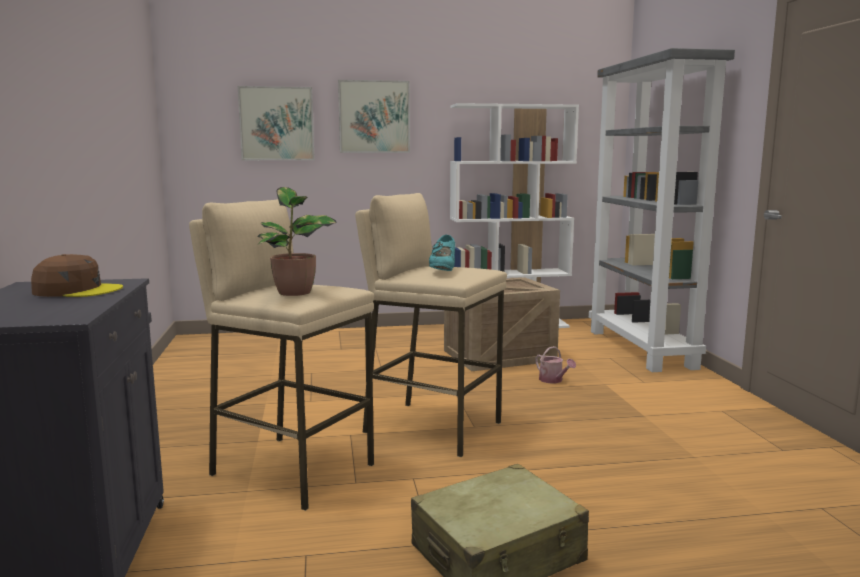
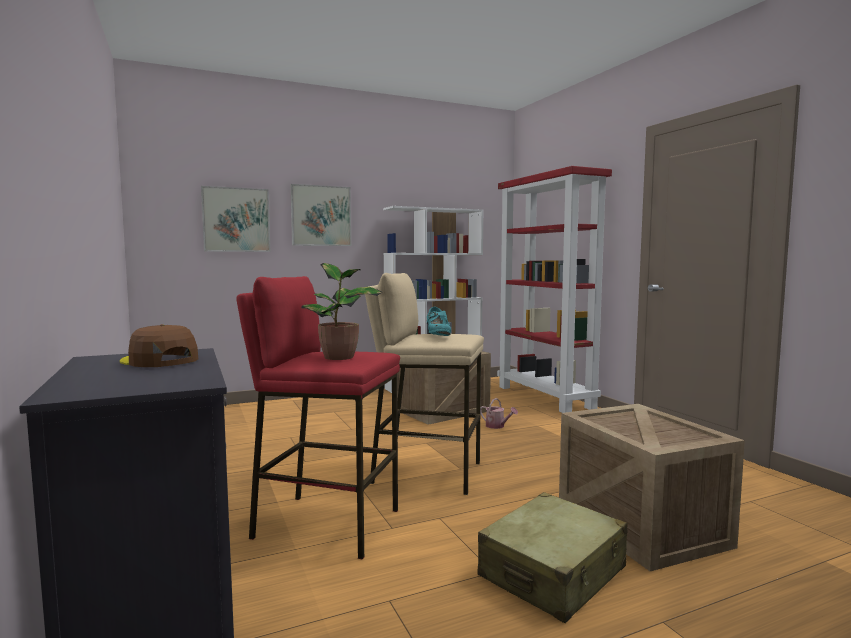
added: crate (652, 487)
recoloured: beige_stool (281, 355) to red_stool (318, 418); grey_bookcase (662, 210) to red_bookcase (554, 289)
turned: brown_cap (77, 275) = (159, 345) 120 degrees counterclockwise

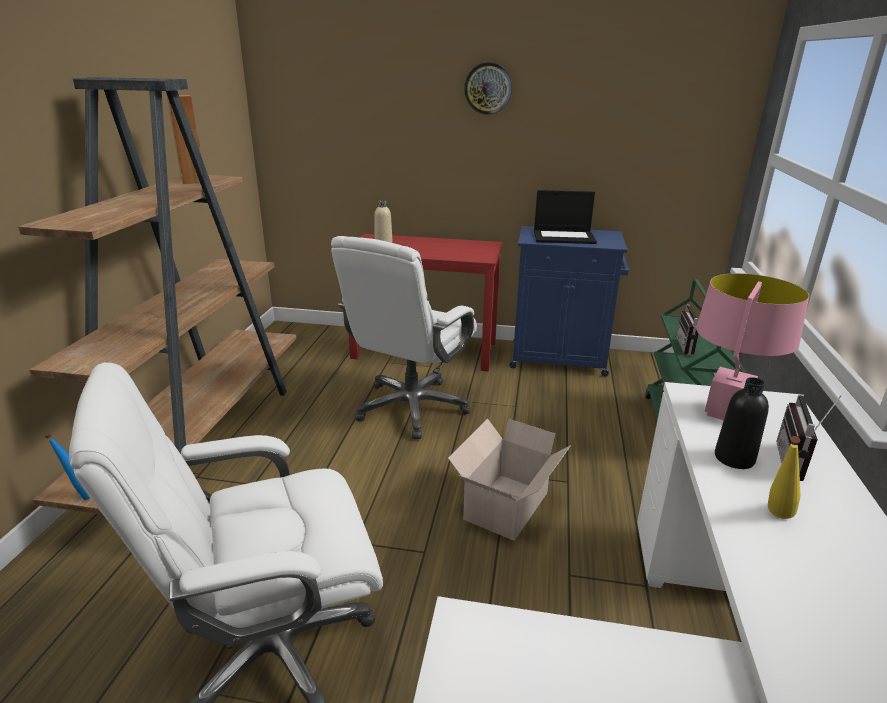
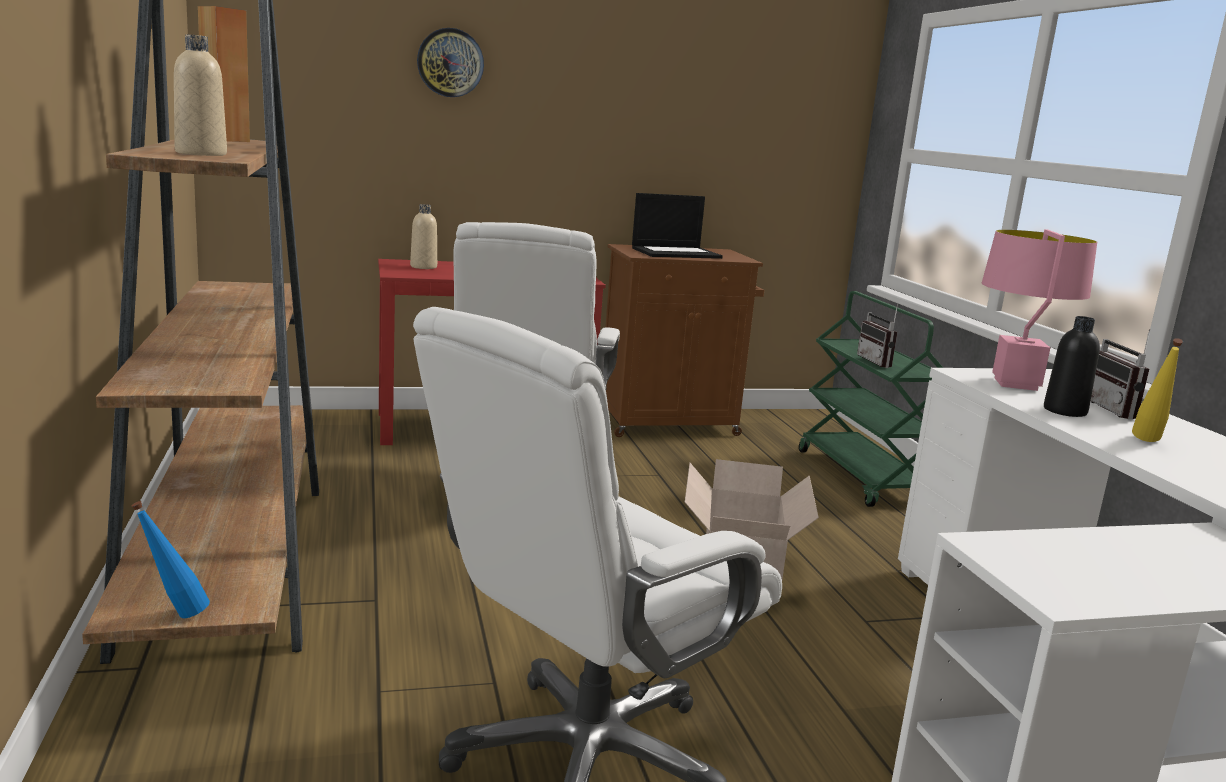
added: beige_bottle (200, 95)
moved: wall_clock (488, 88) to (450, 62)
recoloured: blue_cabinet (569, 301) to brown_cabinet (684, 340)

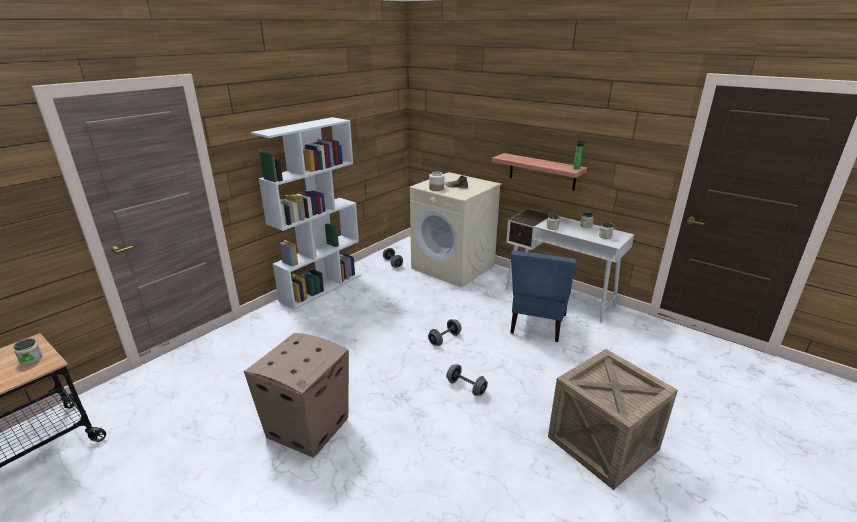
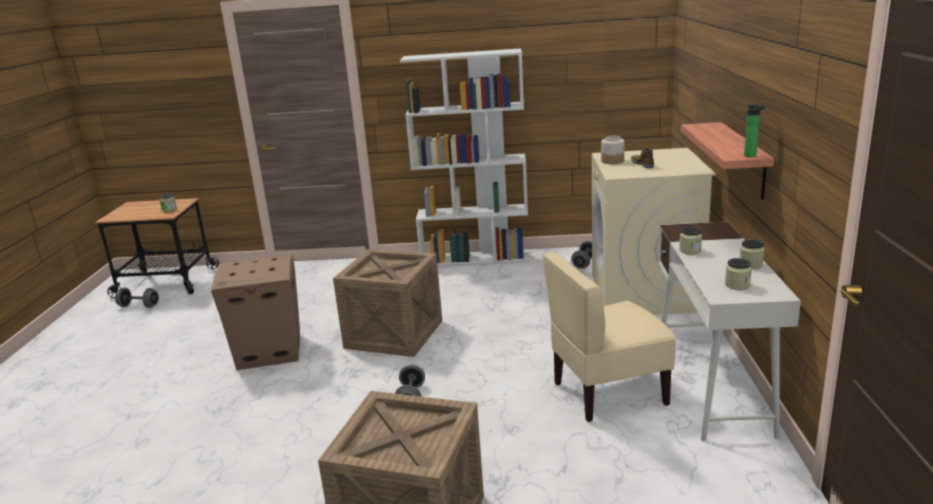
added: crate (387, 303)
moved: grey_dumbbell (445, 332) to (137, 298)
recoloured: blue_chair (544, 296) to beige_chair (609, 336)

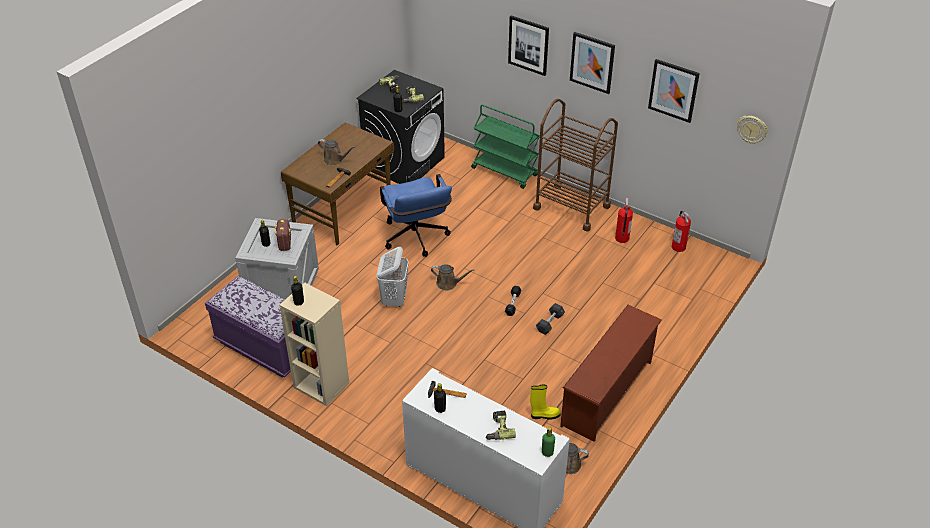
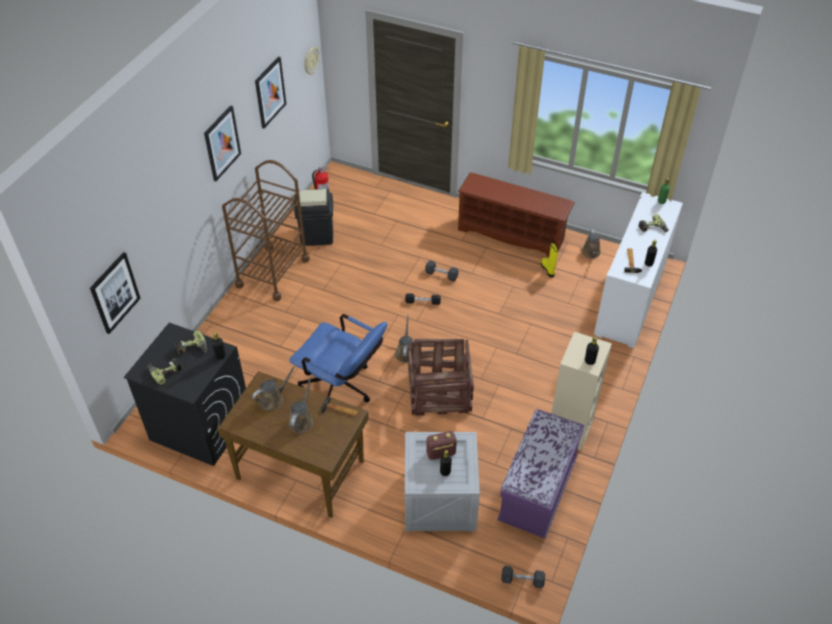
removed: green_cart (505, 146)
added: brown_watering_can (274, 387); grey_dumbbell (523, 577)
moved: picture (528, 45) to (115, 293)
replaced: white_laundry_basket (392, 277) to crate (441, 377); fire_extinguisher (624, 220) to black_trash_can (314, 217)
turned: blue_office_chair (416, 215) = (338, 358) 60 degrees clockwise

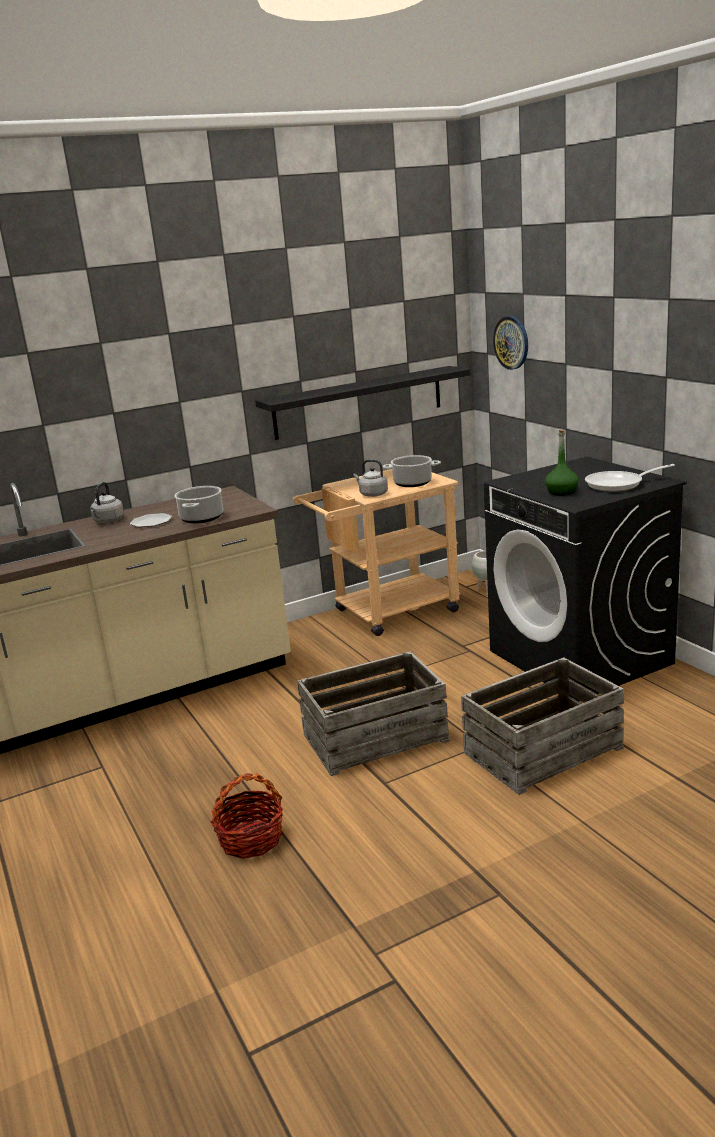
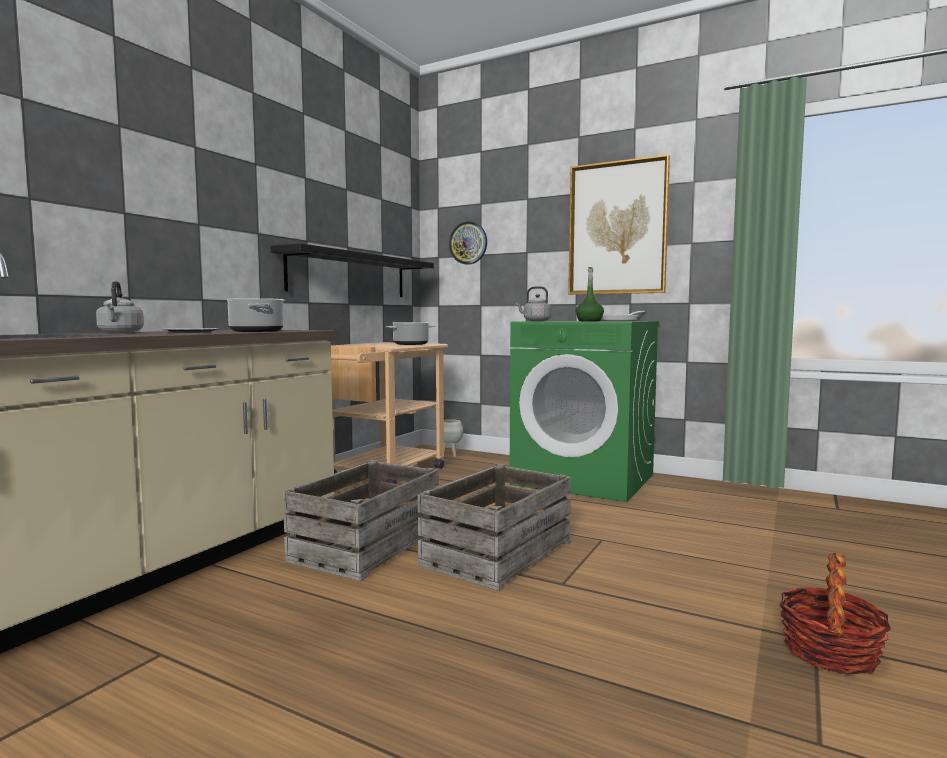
added: picture (619, 224)
moved: basket (246, 816) to (835, 613); grey_kettle (370, 478) to (533, 303); crate (542, 726) to (361, 520)
recoloured: black_washing_machine (585, 579) to green_washing_machine (584, 411)

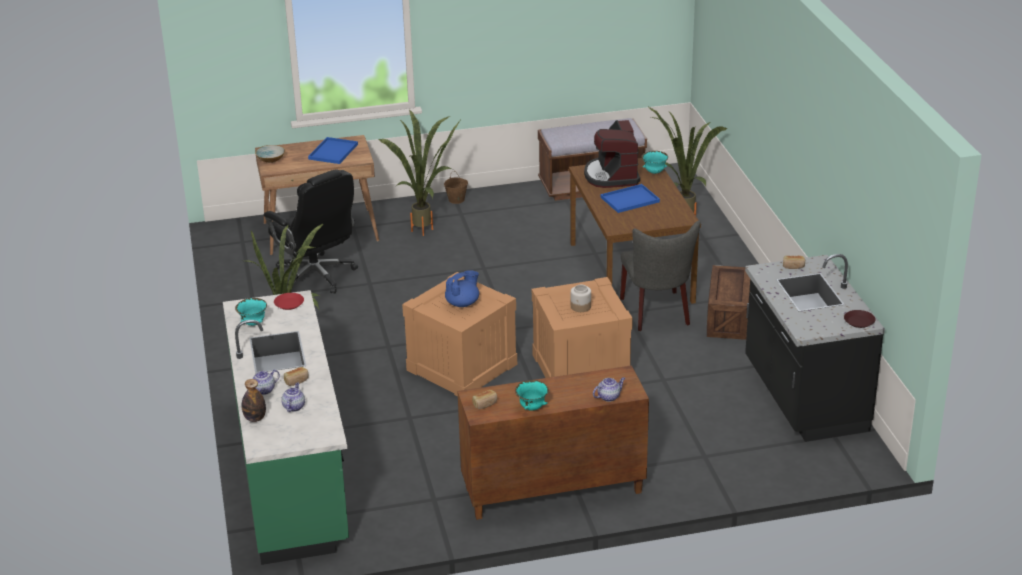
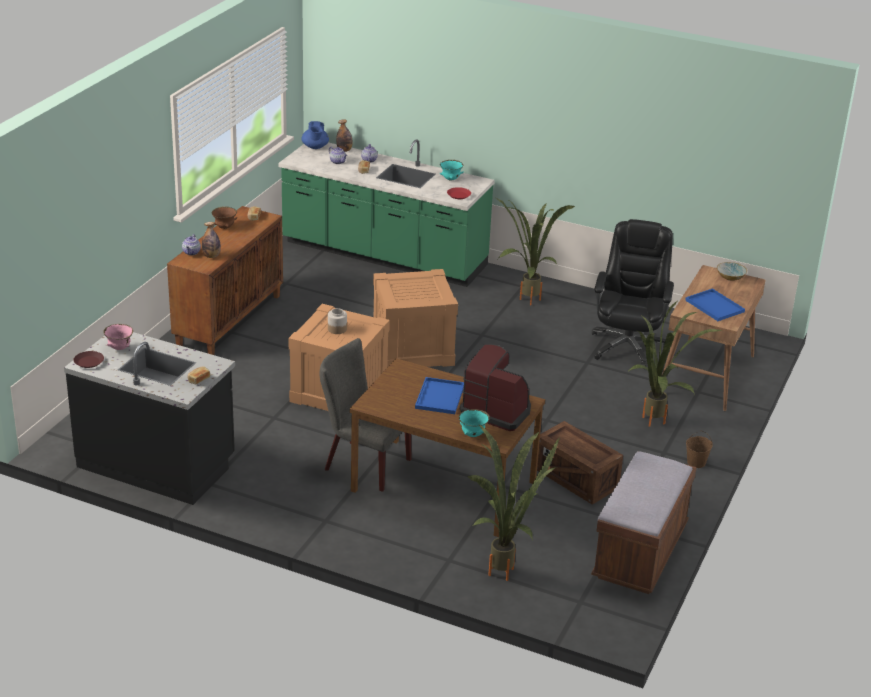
added: pink_bowl (118, 337); bottle (211, 240)
moved: blue_teapot (462, 289) to (315, 135); crate (728, 302) to (580, 463)
recoloured: turquoise_bowl (532, 395) to brown_bowl (224, 217)
turned: black_office_chair (311, 231) = (633, 292) 105 degrees clockwise

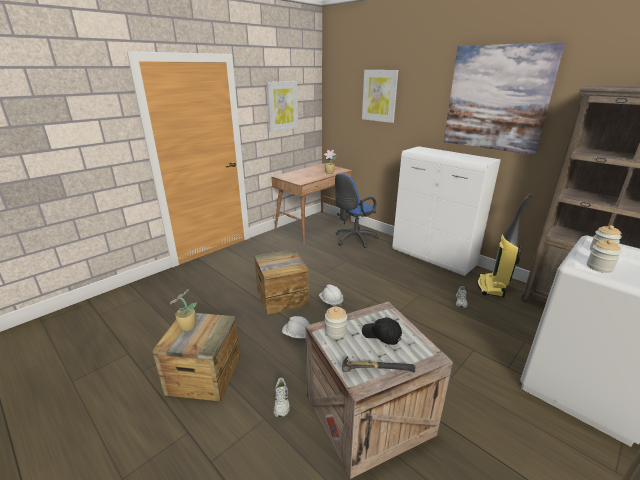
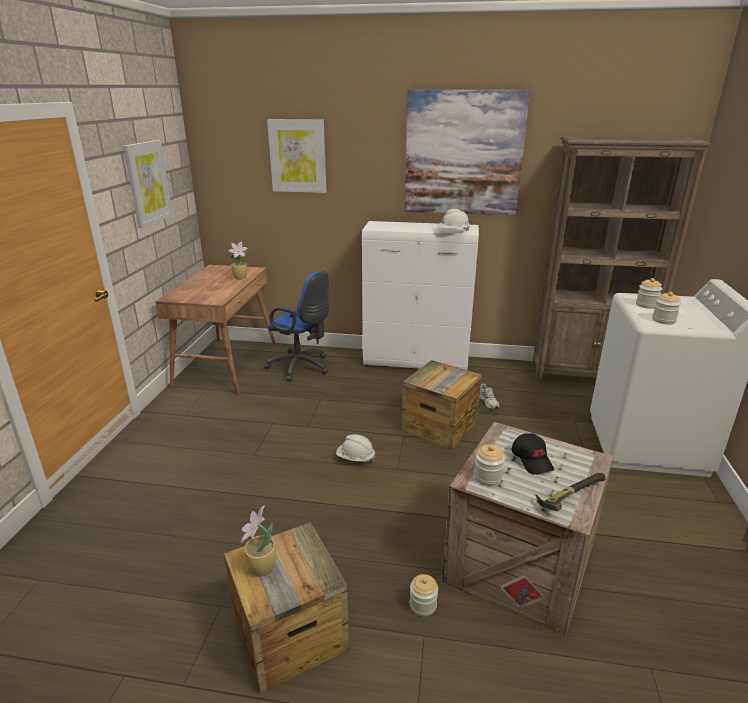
removed: vacuum_cleaner (505, 245)
moved: crate (281, 282) to (442, 405); white_hard_hat (296, 327) to (453, 220)
replaced: white_shoe (282, 397) to jar (424, 595)
turned: blue_office_chair (356, 210) = (296, 326) 75 degrees counterclockwise; black_cap (382, 331) = (533, 454) 105 degrees counterclockwise

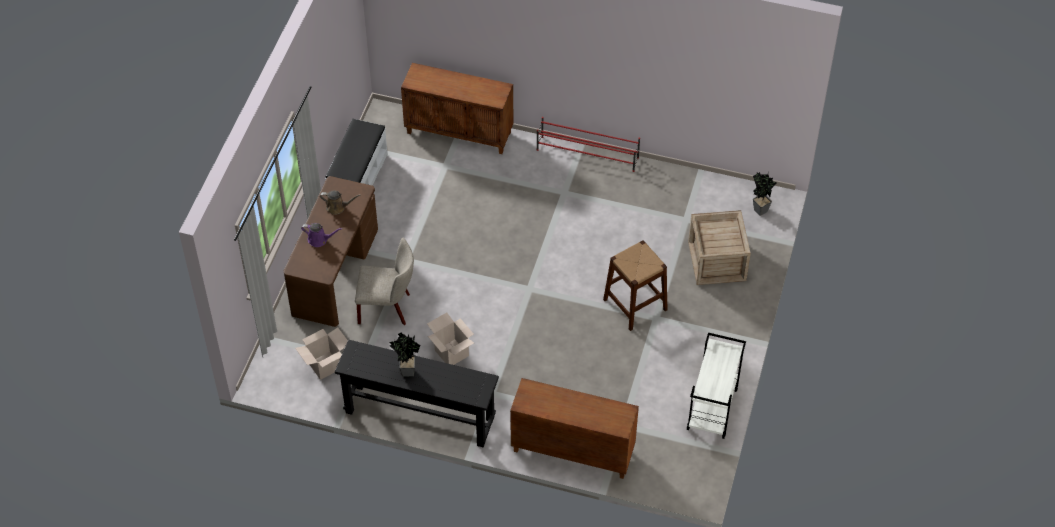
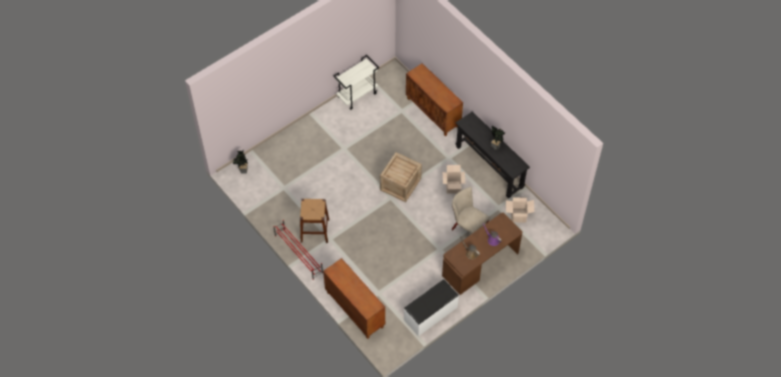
moved: brown_stool (635, 285) to (314, 221); crate (719, 247) to (401, 177)

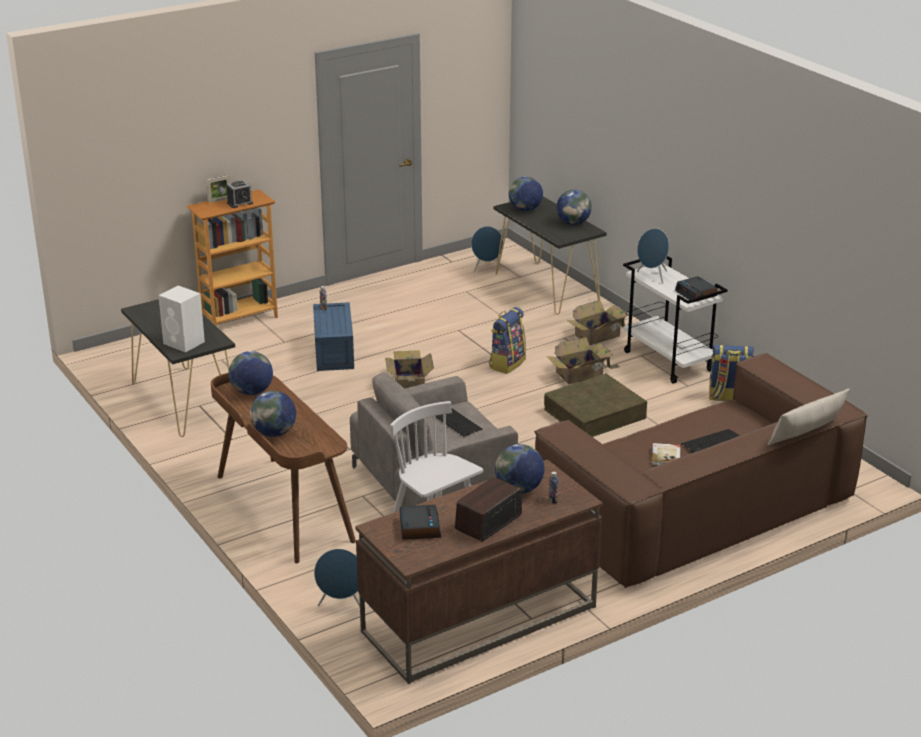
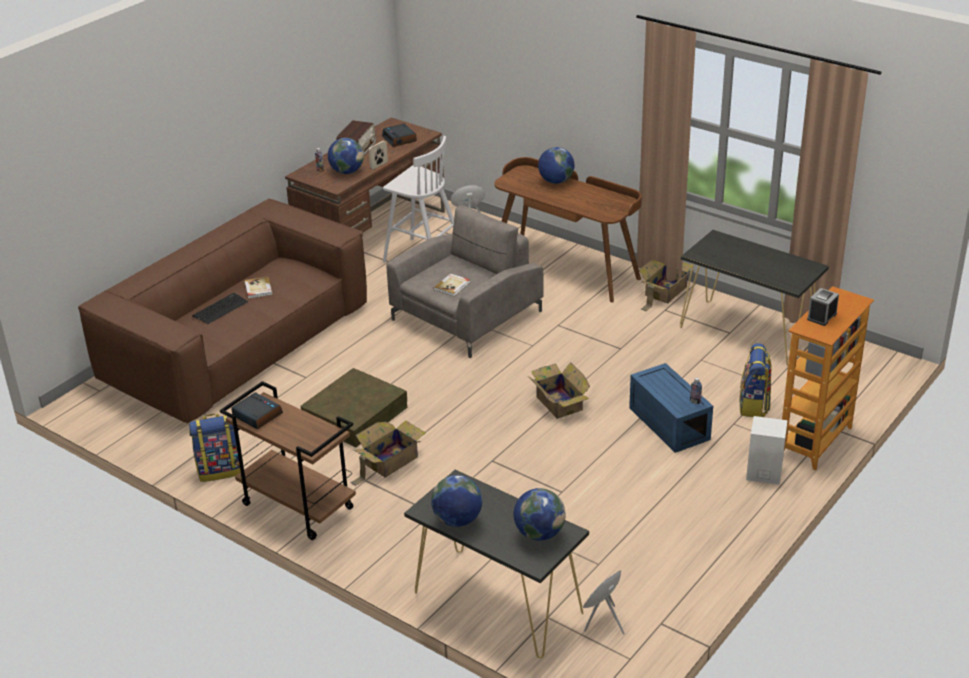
removed: globe (251, 373); blue_speaker (653, 256); beige_pillow (809, 417)
moved: white_speaker (181, 319) to (767, 450); picture_frame (218, 189) to (378, 155); backpack (507, 340) to (755, 380); cardboard_box (598, 322) to (666, 286)
replaced: keyboard (459, 422) to book (451, 284)
recoloured: white_cart (675, 320) to brown_cart (288, 460)

